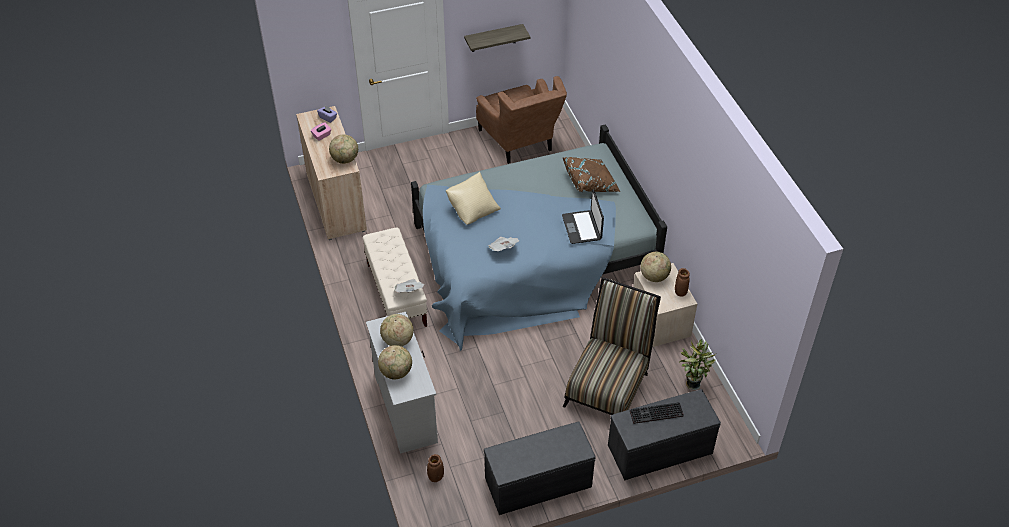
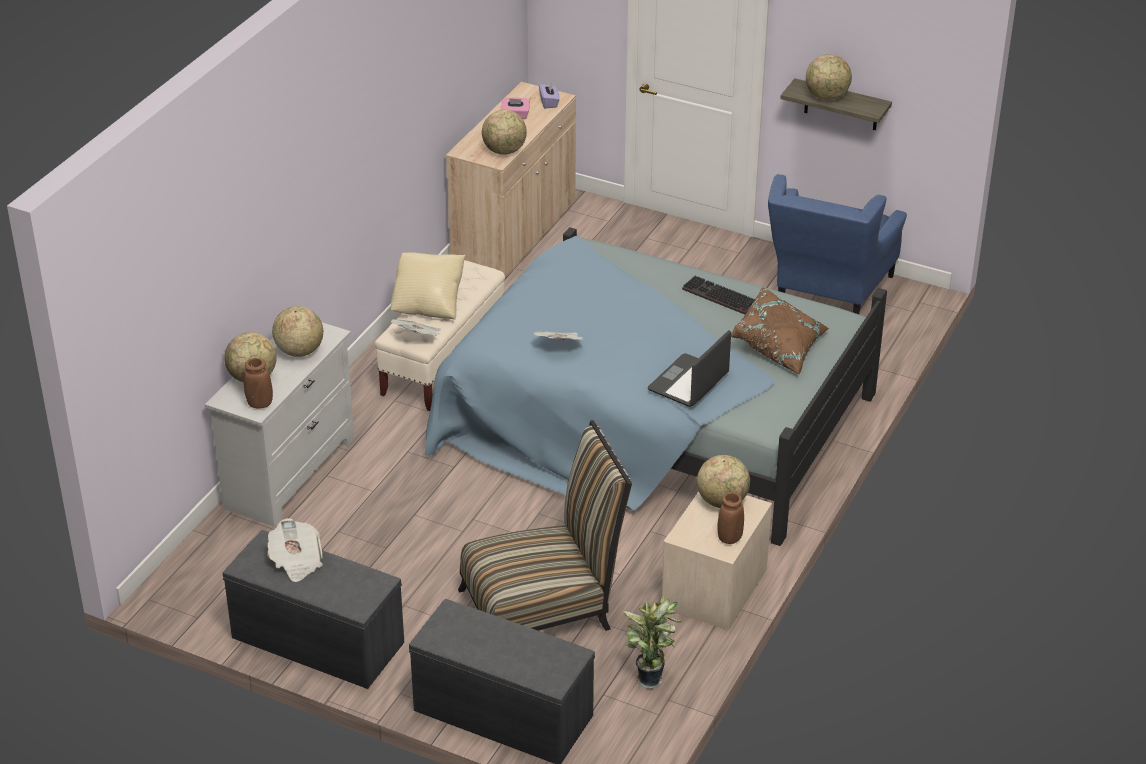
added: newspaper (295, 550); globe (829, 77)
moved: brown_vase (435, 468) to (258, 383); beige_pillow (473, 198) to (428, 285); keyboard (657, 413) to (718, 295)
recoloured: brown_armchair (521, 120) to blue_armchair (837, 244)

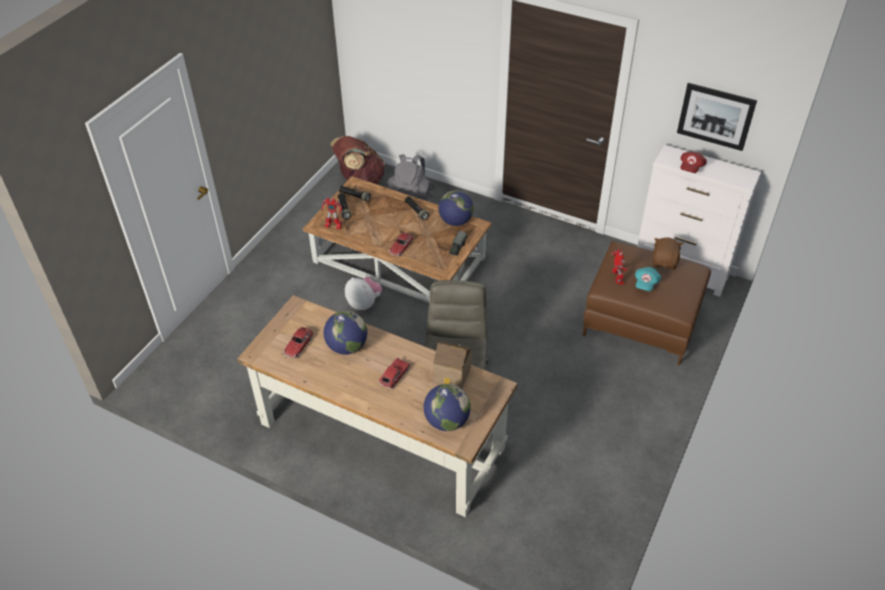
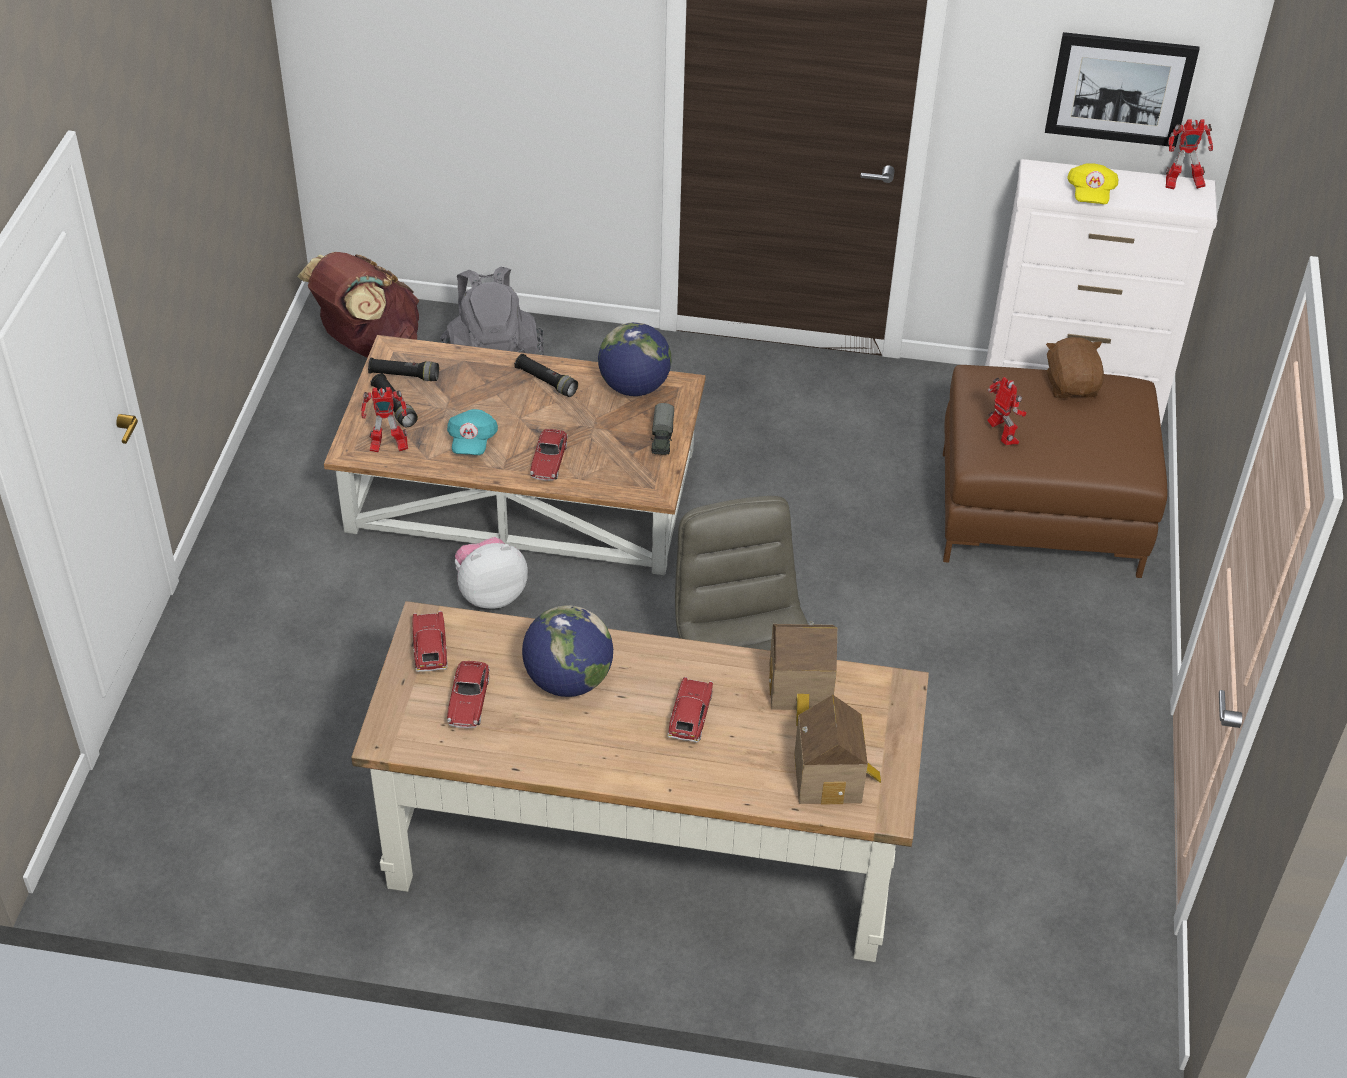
added: toy_car (430, 641); toy_robot (1189, 154)
moved: turquoise_cap (648, 279) to (472, 432)
replaced: globe (447, 407) to toy_house (837, 749)
recoloured: red_cap (694, 162) to yellow_cap (1092, 184)
turned: plush_toy (363, 293) = (491, 573) 45 degrees counterclockwise

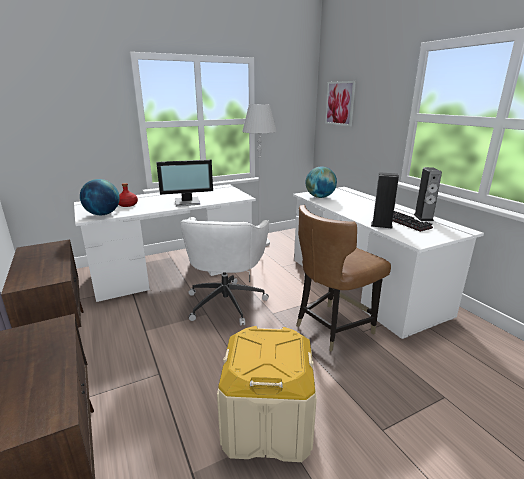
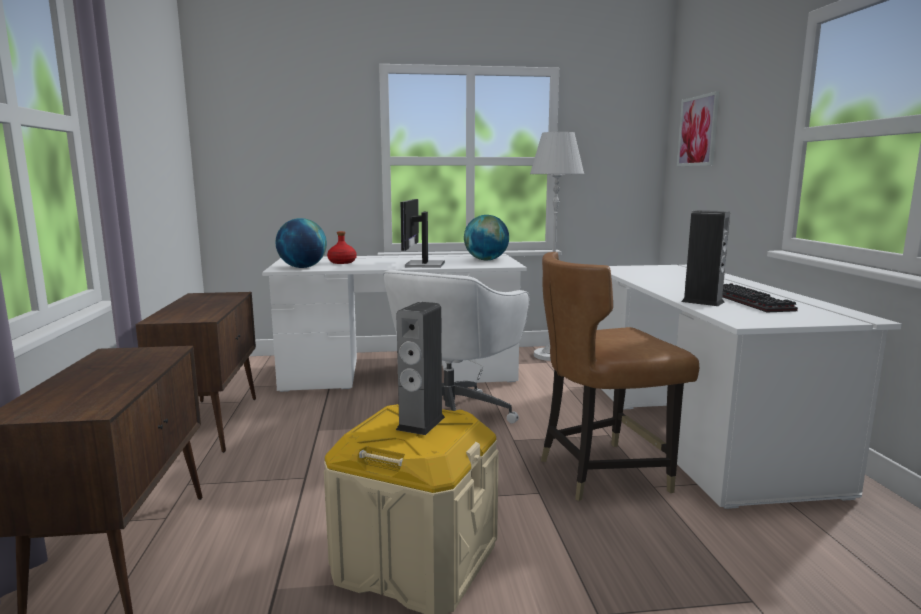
moved: globe (321, 182) to (486, 237); speaker (428, 194) to (420, 368)
turned: monitor (184, 182) = (422, 233) 90 degrees clockwise

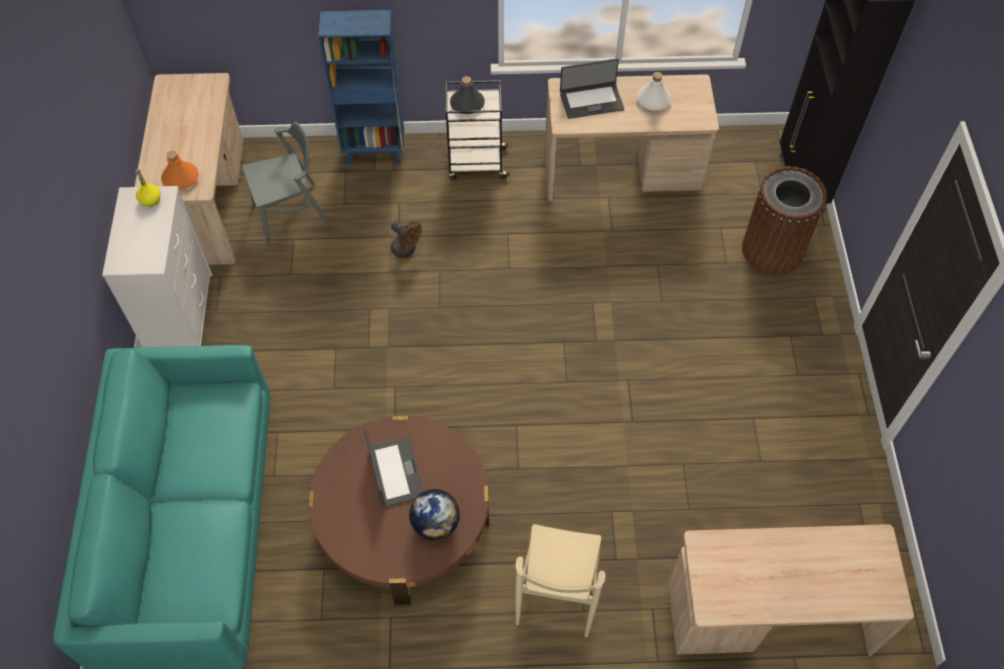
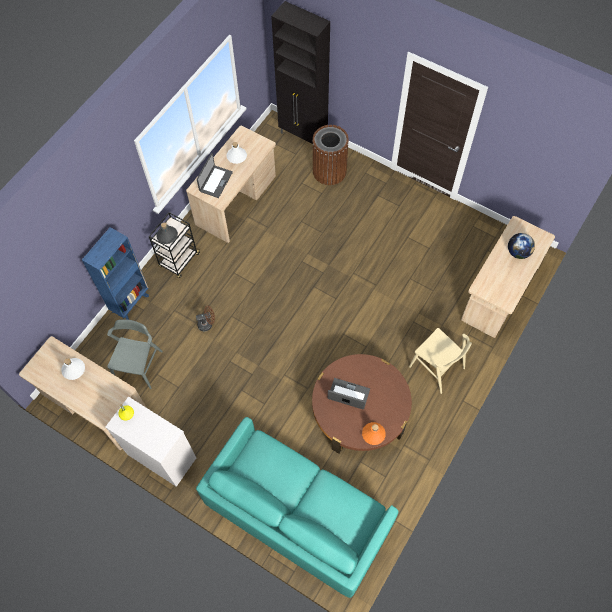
added: white_bottle (73, 369)
moved: orange_bottle (180, 170) to (374, 433); globe (434, 514) to (521, 246)

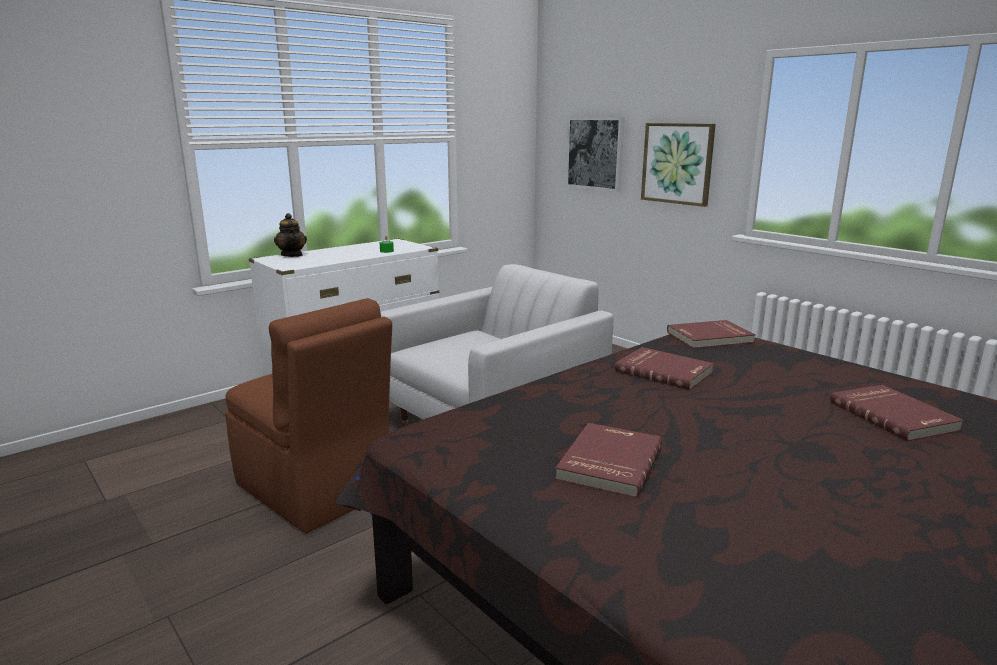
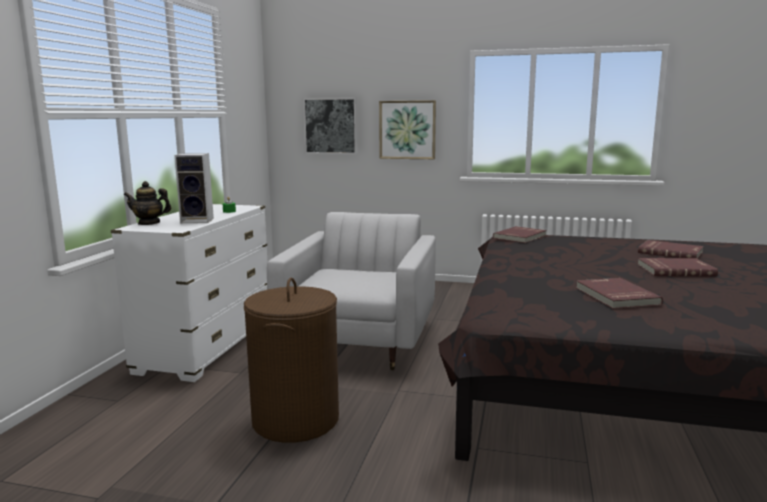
added: speaker (194, 188)
moved: red_book (664, 368) to (677, 267)
replaced: brown_chair (308, 415) to brown_laundry_basket (291, 360)
turned: teapot (290, 235) = (147, 203) 150 degrees clockwise

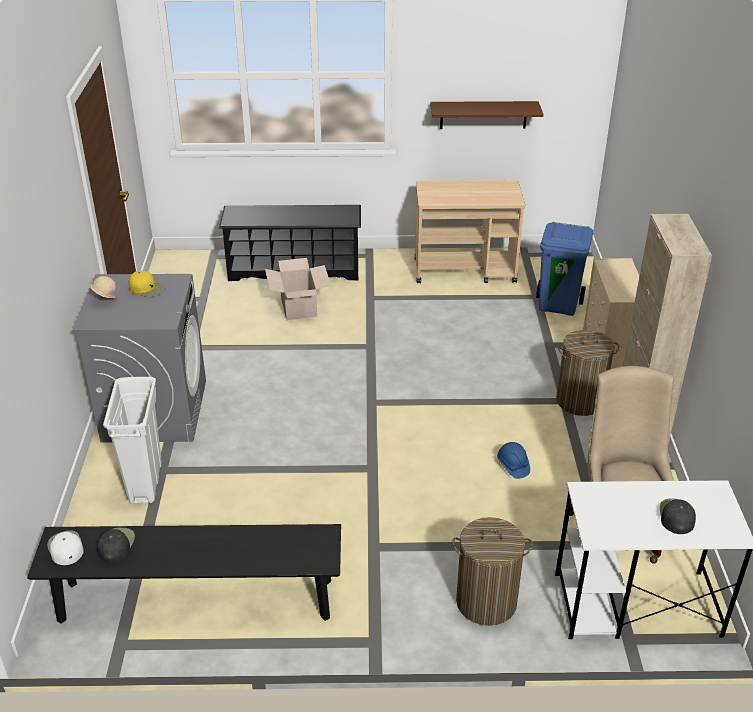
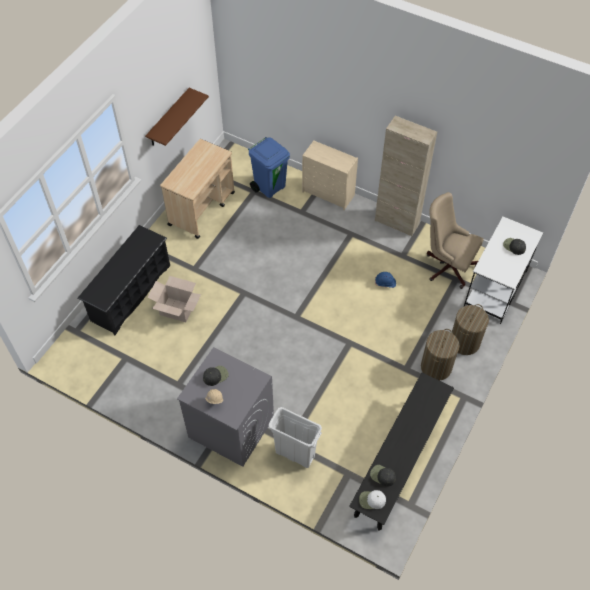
moved: laundry_basket (587, 373) to (440, 355)
recoloured: yellow_cap (147, 283) to black_cap (216, 376)

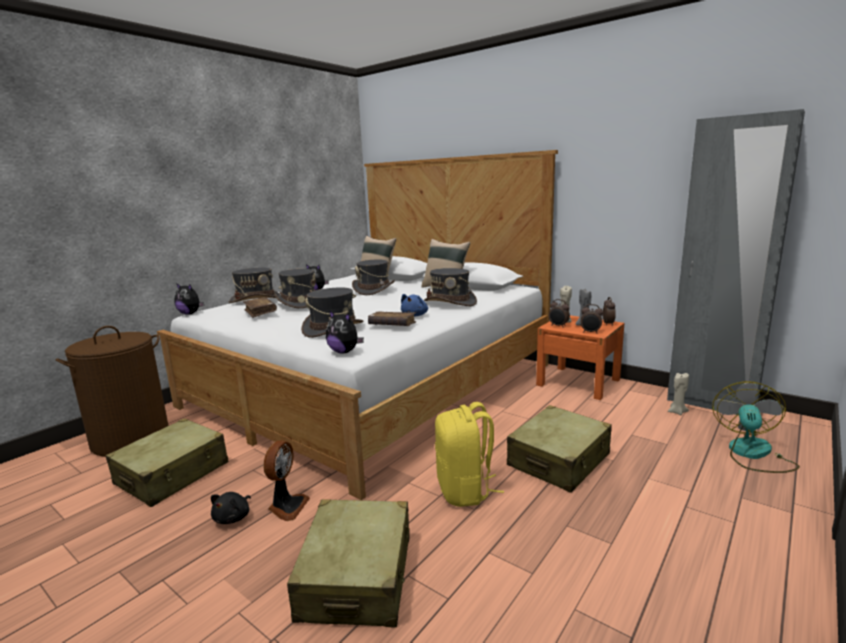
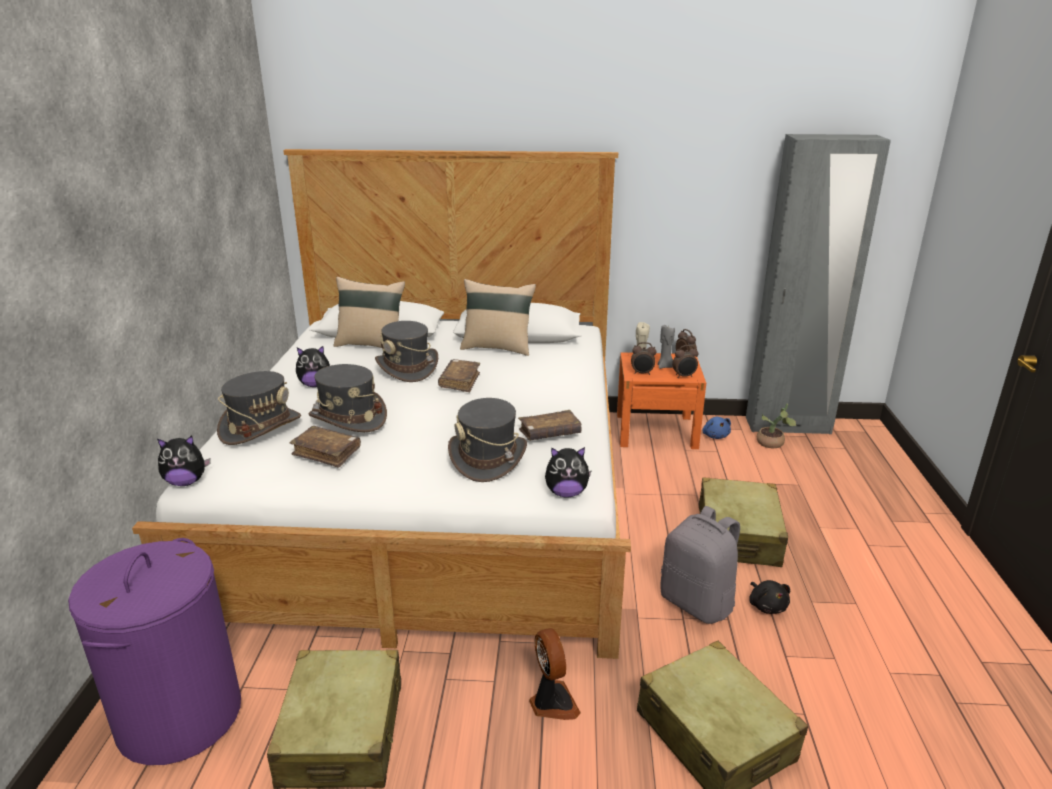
removed: grey_hat (450, 287); fan (756, 427)
added: brown_book (459, 375)
moved: black_plush_toy (231, 508) to (769, 597); blue_plush_toy (414, 305) to (716, 428)
replaced: beige_candle (678, 394) to potted_plant (777, 426)
recoloured: brown_laundry_basket (112, 391) to purple_laundry_basket (154, 651); yellow_backpack (469, 454) to grey_backpack (700, 565)

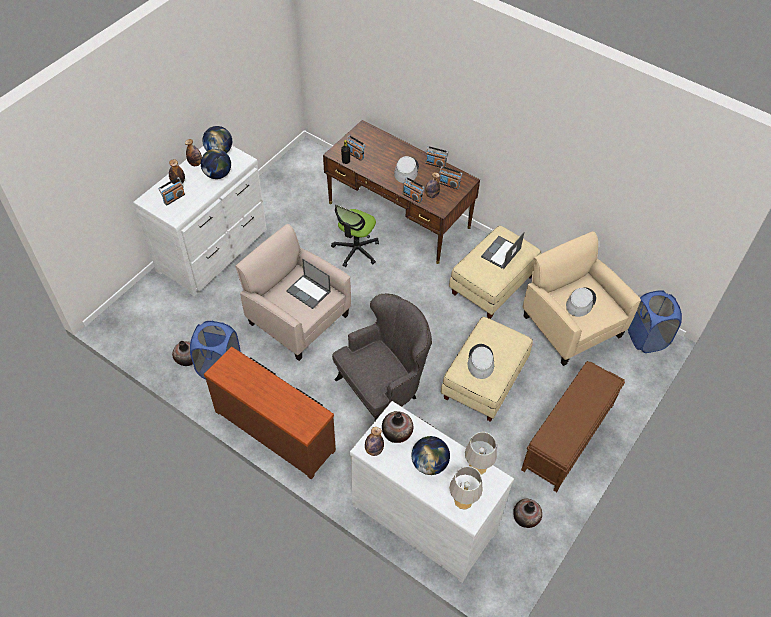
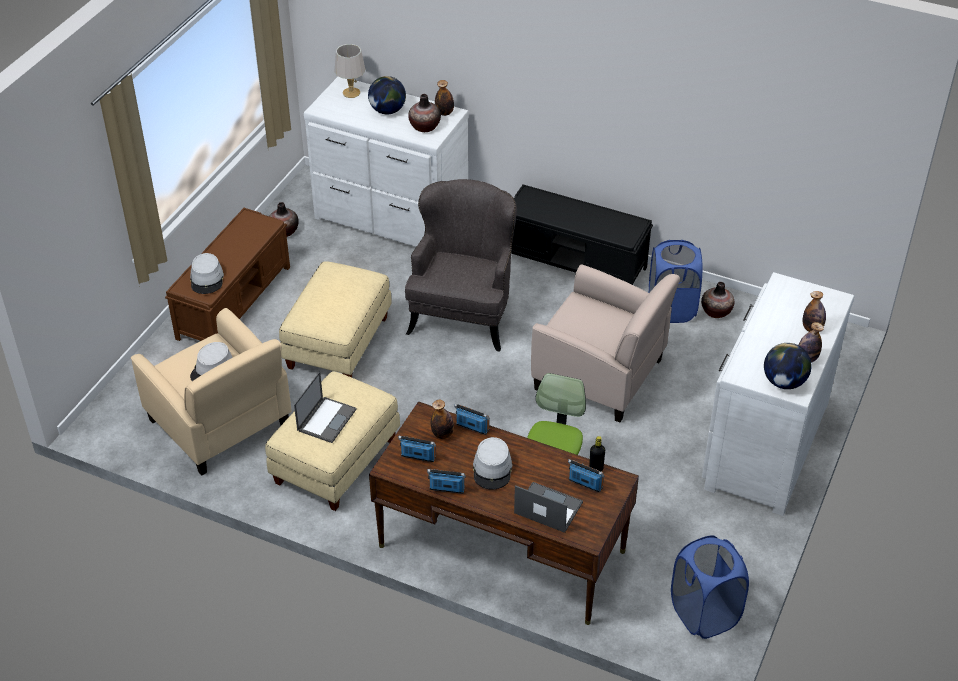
removed: radio (171, 191); globe (216, 164); grey_table_lamp (481, 453)
moved: laptop (308, 284) to (548, 507); grey_hat (480, 361) to (207, 273); blue_laundry_basket (655, 321) to (710, 587)
replaced: brown_dresser (270, 413) to black_bench (582, 234)
turned: grey_armchair (382, 357) = (461, 265) 150 degrees clockwise

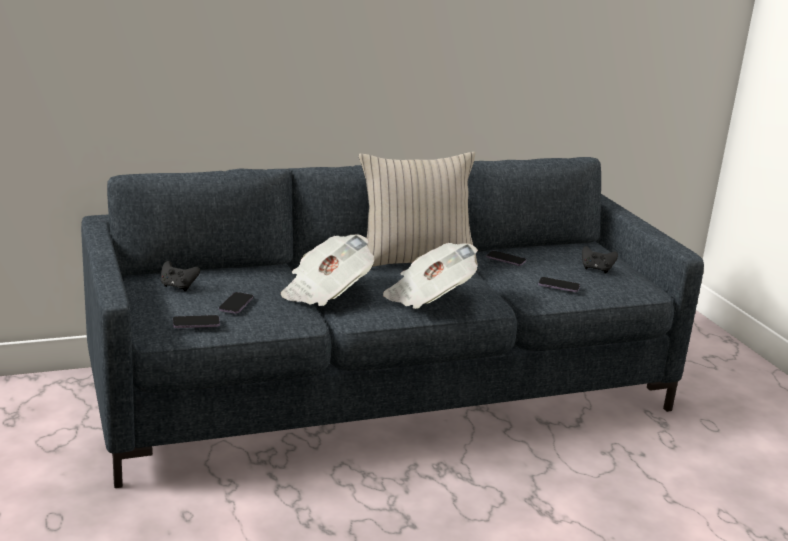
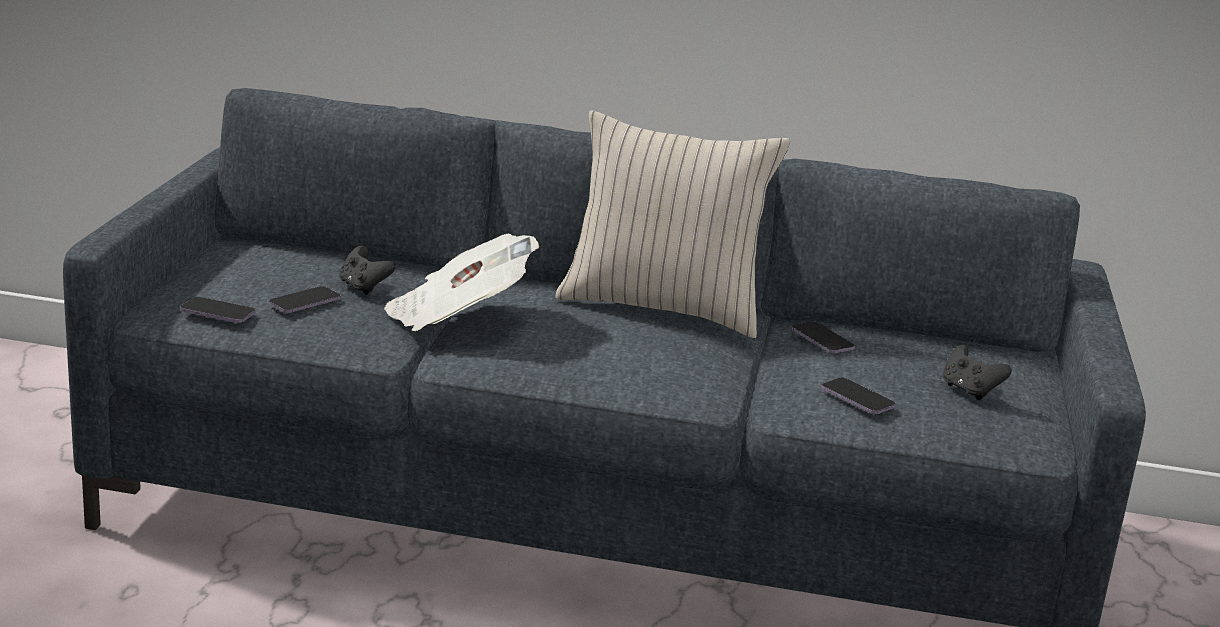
removed: newspaper (430, 276)
moved: black_game_controller (180, 276) to (367, 270)

